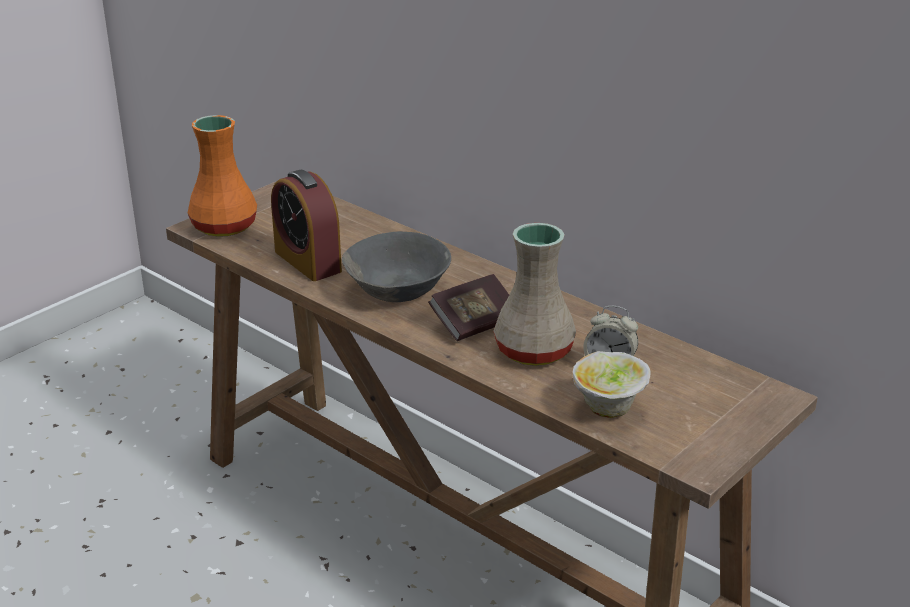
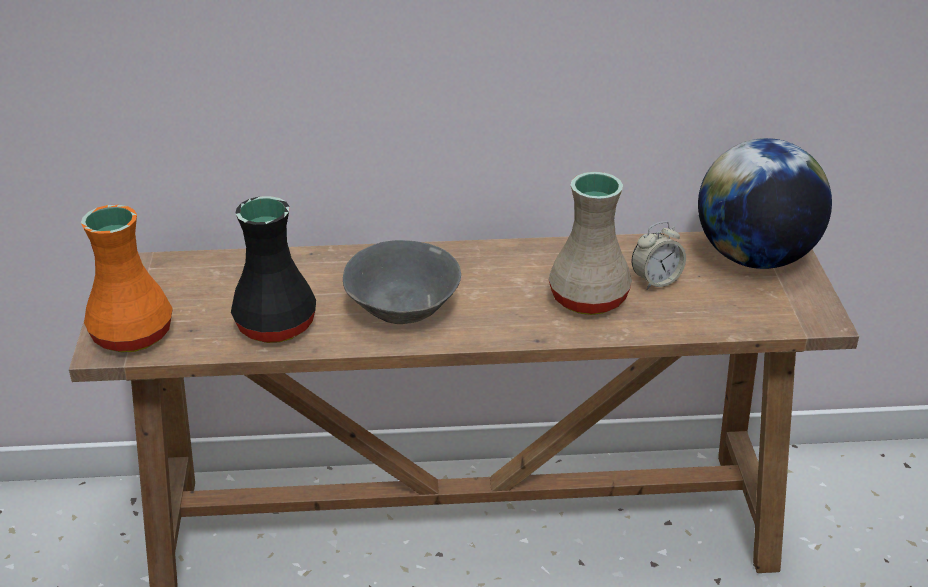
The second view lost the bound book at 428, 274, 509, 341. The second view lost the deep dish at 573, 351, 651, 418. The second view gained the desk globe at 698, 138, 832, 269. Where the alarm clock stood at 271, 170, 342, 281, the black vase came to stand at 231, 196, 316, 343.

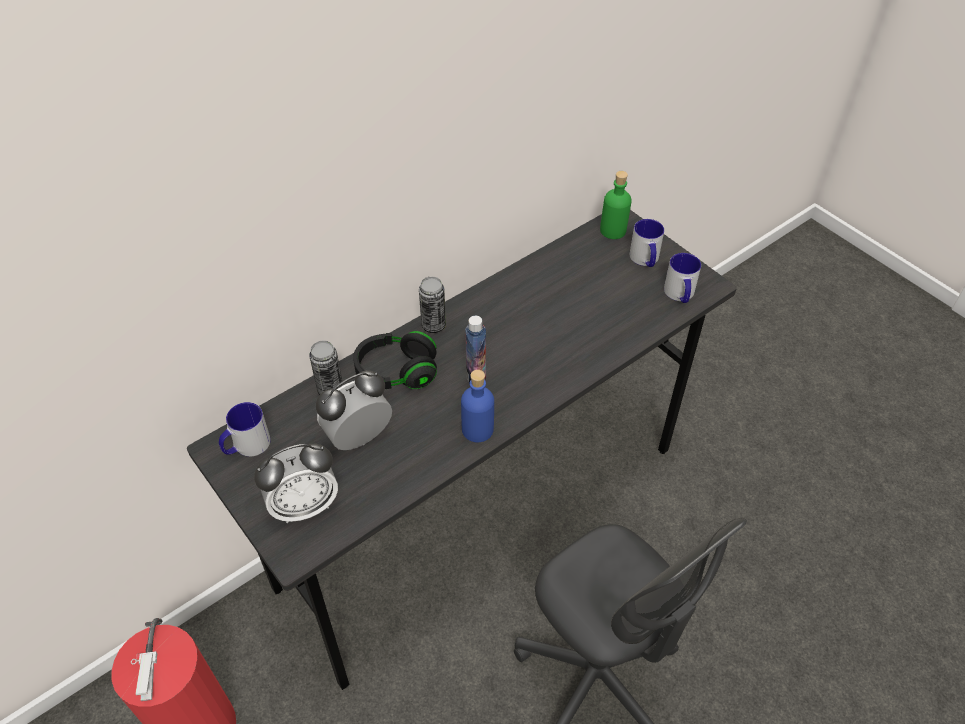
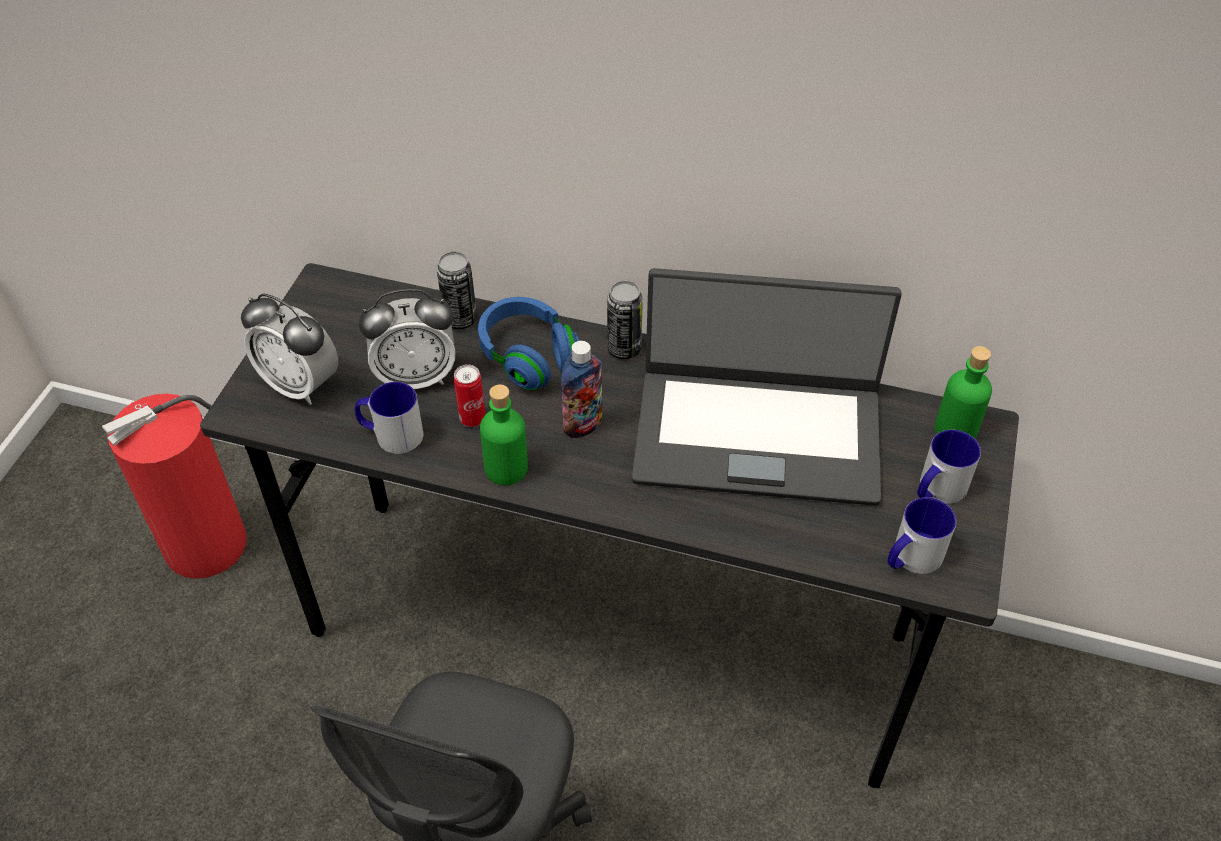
The second view gained the metal can at 454, 364, 485, 427. The second view gained the notebook computer at 632, 268, 902, 506. The coffee mug ended up elsewhere, having gone from 219, 402, 271, 457 to 355, 382, 423, 454. What was the black headphones at 353, 331, 437, 389 turned into the blue-coloured headphones at 478, 297, 579, 390. What was the blue-coloured beverage bottle at 461, 370, 494, 442 turned into the green-coloured beverage bottle at 480, 385, 528, 485. The alarm clock at 316, 370, 392, 450 ended up facing another way, 150 degrees clockwise from before.

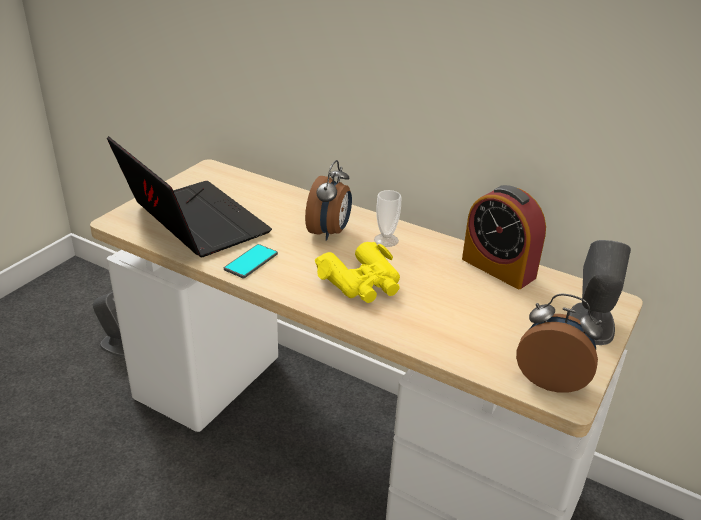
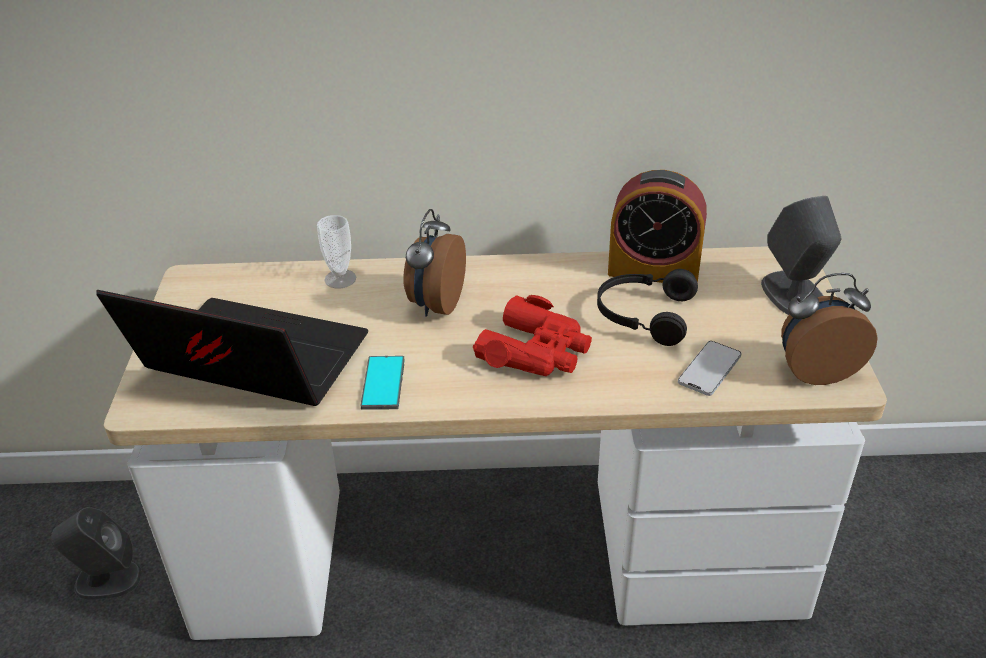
The second view gained the black headphones at 597, 269, 698, 346. The second view gained the handset at 678, 341, 742, 396. The drinking cup ended up elsewhere, having gone from 374, 190, 402, 247 to 317, 215, 356, 288. What was the yellow-coloured binoculars at 315, 242, 400, 303 turned into the red-coloured binoculars at 473, 295, 592, 376. The alarm clock at 305, 160, 352, 241 ended up facing another way, 150 degrees counterclockwise from before.

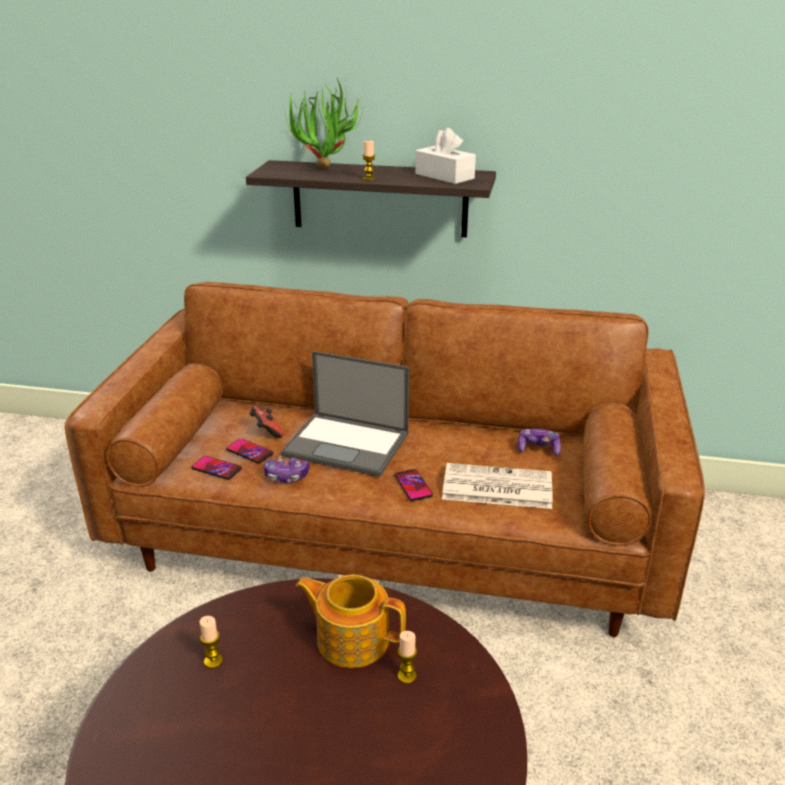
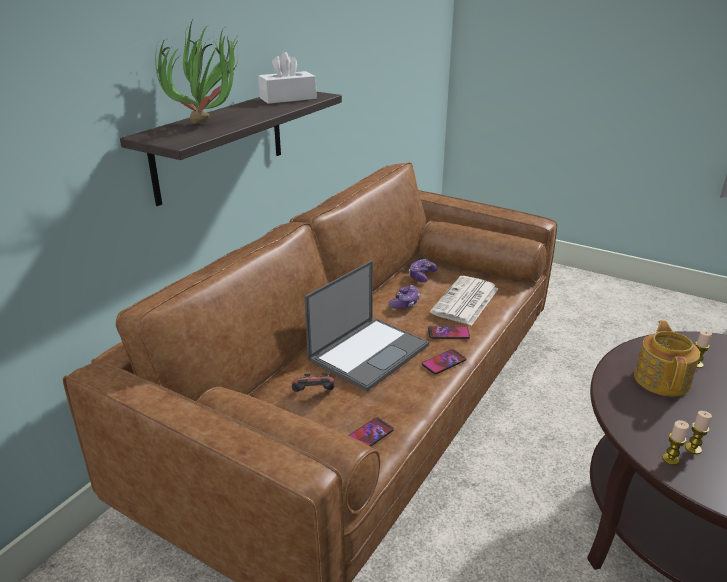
The handset ended up elsewhere, having gone from 226, 439, 273, 463 to 422, 349, 466, 374. The gamepad ended up elsewhere, having gone from 264, 457, 310, 483 to 389, 285, 420, 309. The wax light ended up elsewhere, having gone from 363, 141, 375, 180 to 662, 420, 689, 465. The tea pot at 296, 574, 406, 668 ended up facing another way, 150 degrees clockwise from before.

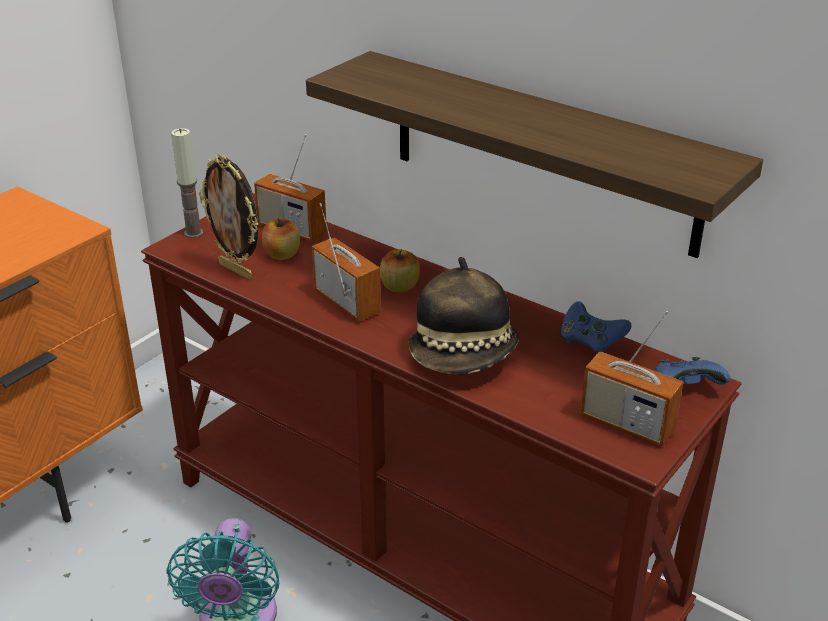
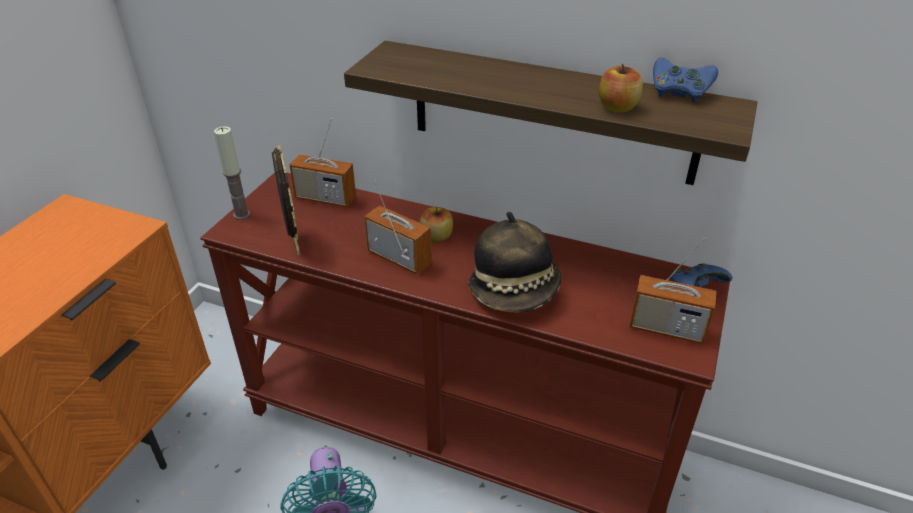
The apple ended up elsewhere, having gone from 262, 218, 300, 260 to 599, 64, 643, 113. The blue-coloured gamepad ended up elsewhere, having gone from 561, 301, 632, 355 to 653, 57, 718, 103. The standing frame at 199, 154, 259, 280 ended up facing another way, 135 degrees counterclockwise from before.

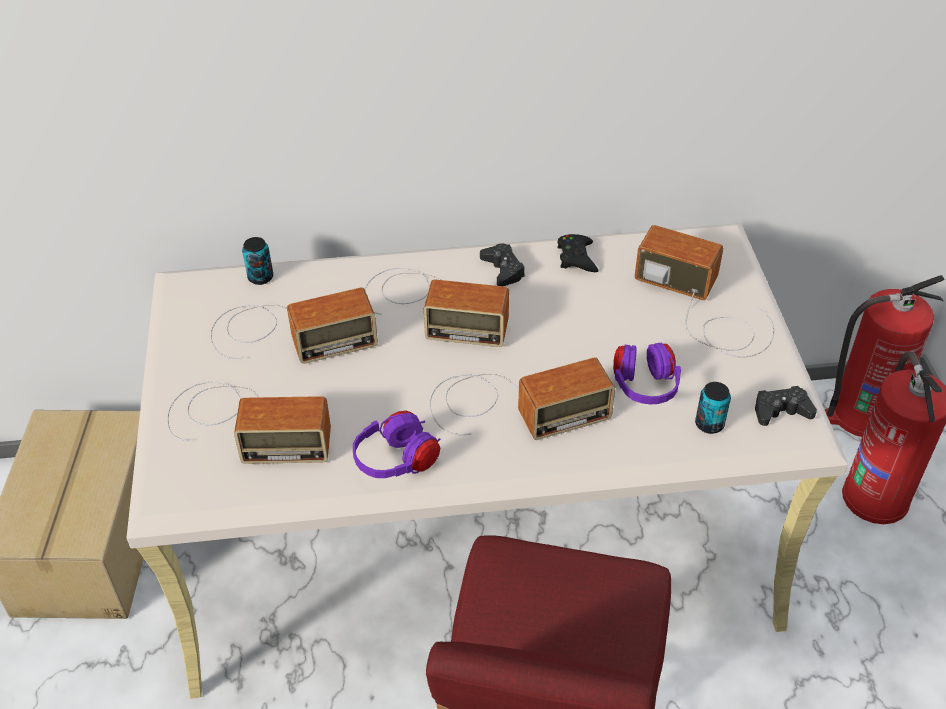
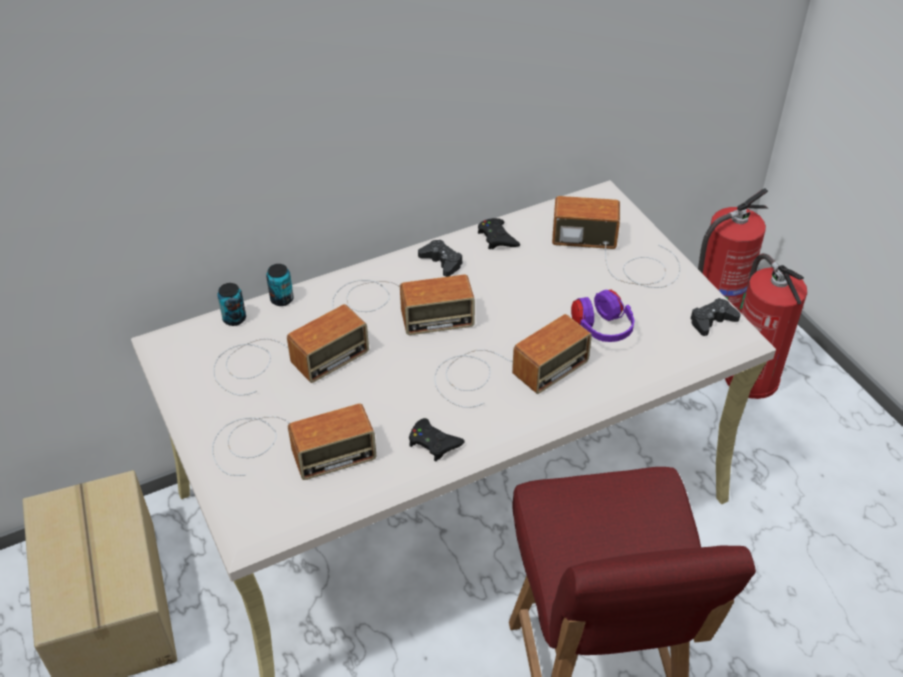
The metal can ended up elsewhere, having gone from 695, 382, 731, 434 to 266, 264, 294, 306. Where the purple-coloured headphones stood at 353, 411, 441, 478, the black gamepad came to stand at 409, 418, 465, 461.

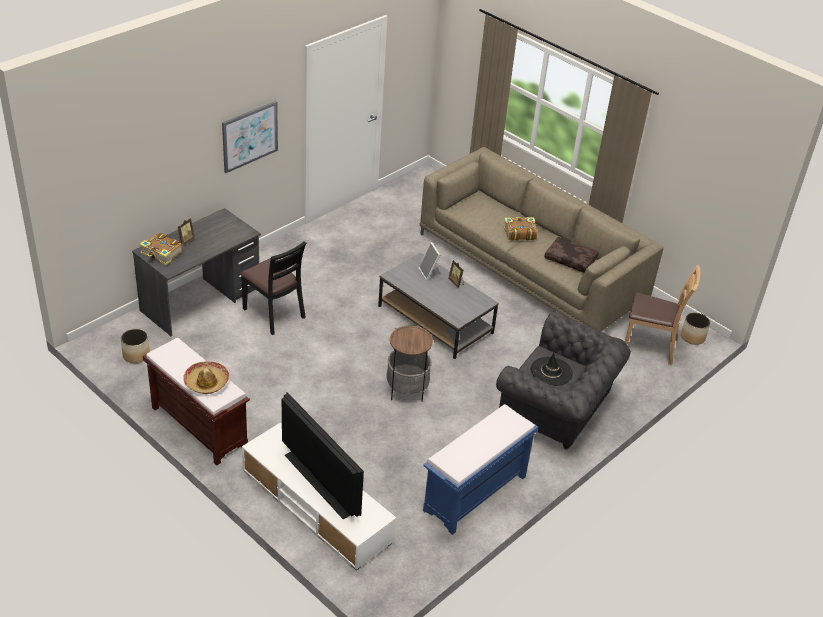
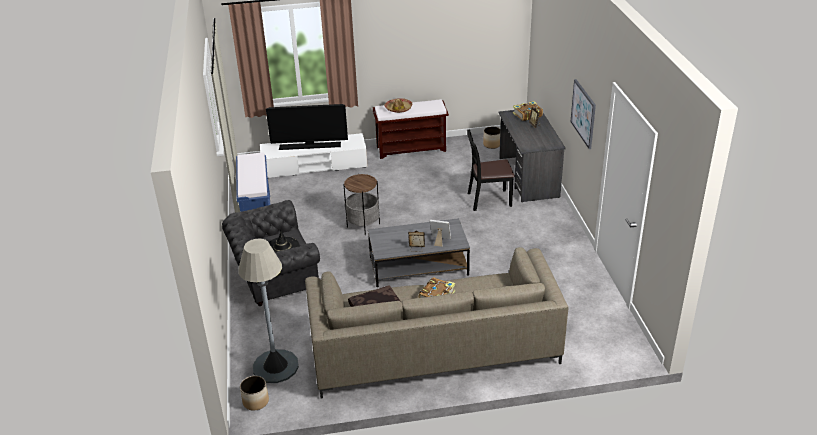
Where the brownish upright chair stood at 625, 265, 700, 365, the greyish standard lamp came to stand at 238, 239, 299, 383.

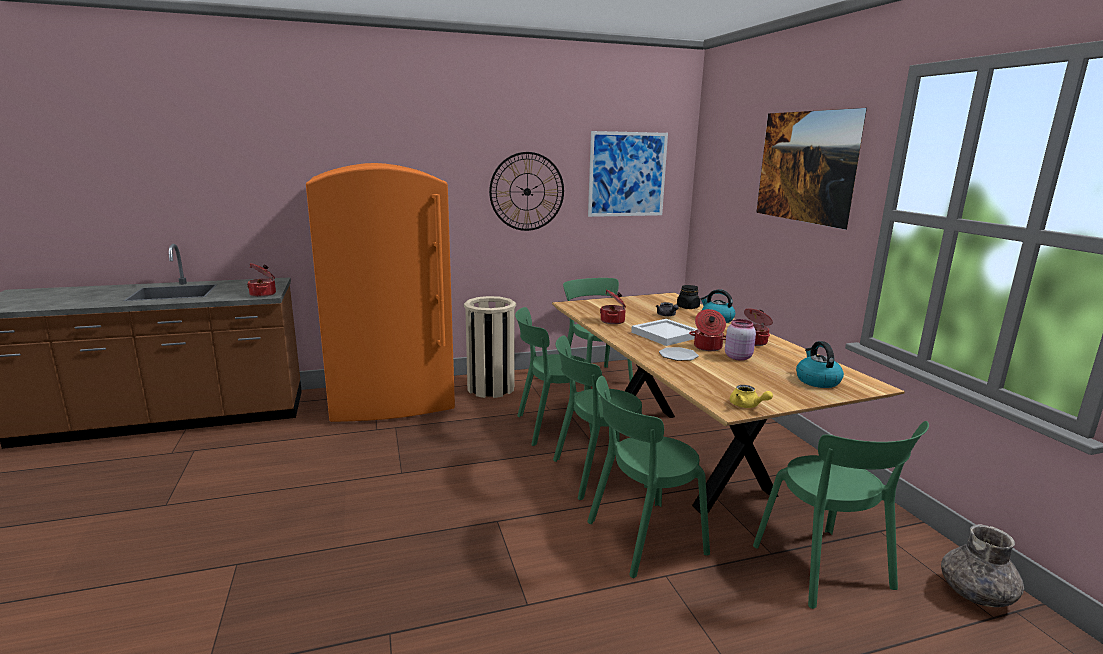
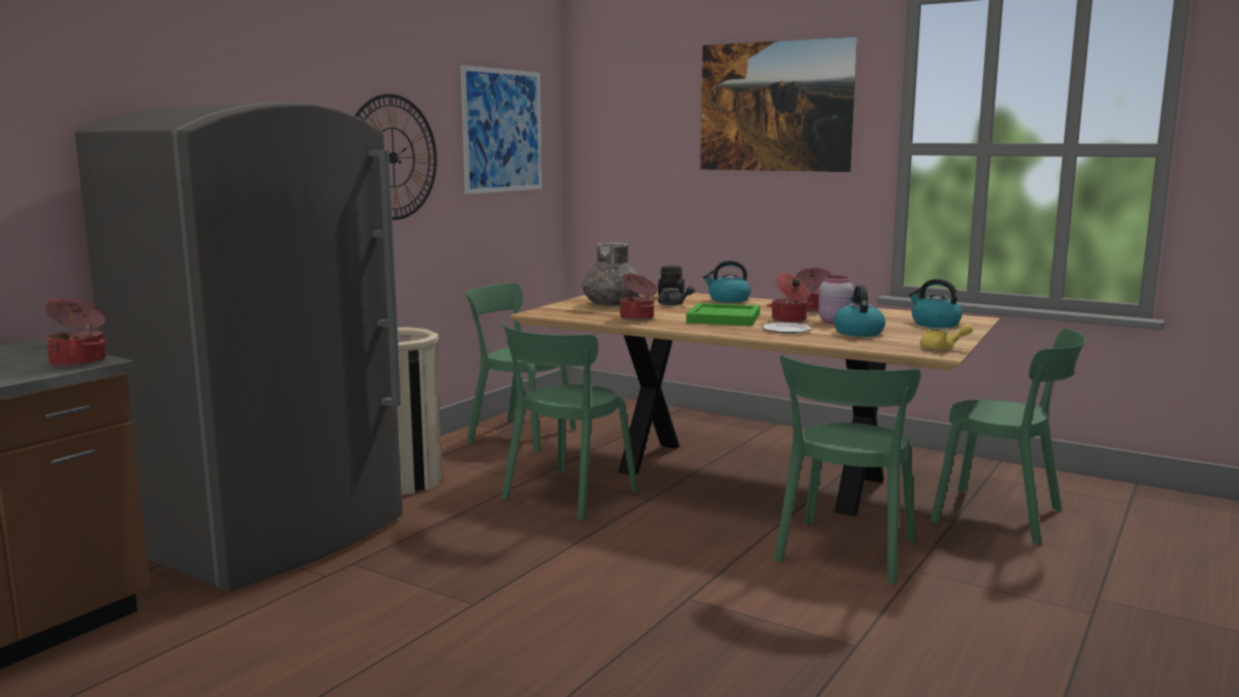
The second view lost the green-coloured upright chair at 553, 336, 648, 500. The second view gained the water kettle at 834, 285, 885, 337. The greyish vase ended up elsewhere, having gone from 941, 524, 1024, 607 to 582, 242, 640, 306. What was the orangey refrigerator at 306, 163, 455, 422 turned into the greyish refrigerator at 75, 102, 403, 591. What was the white tray at 631, 319, 697, 346 turned into the green-coloured tray at 686, 303, 760, 326.

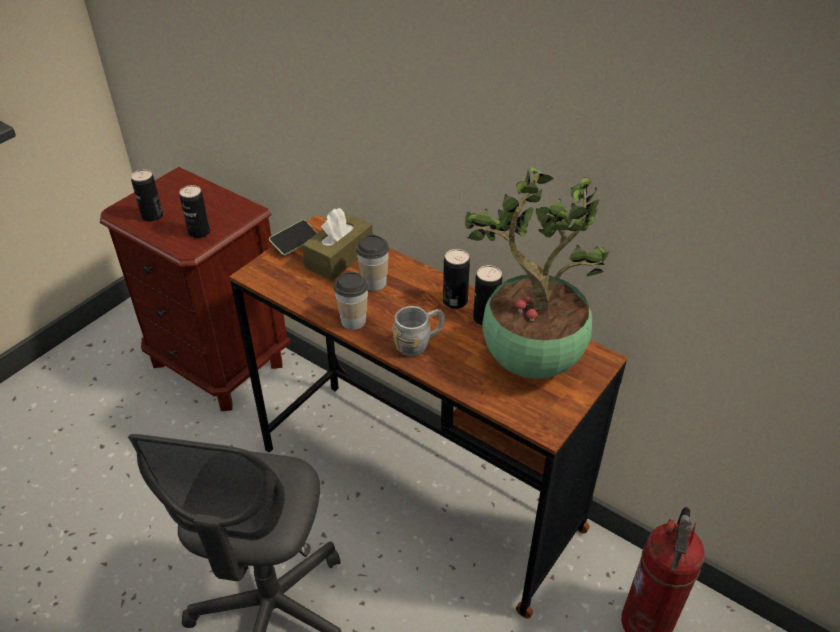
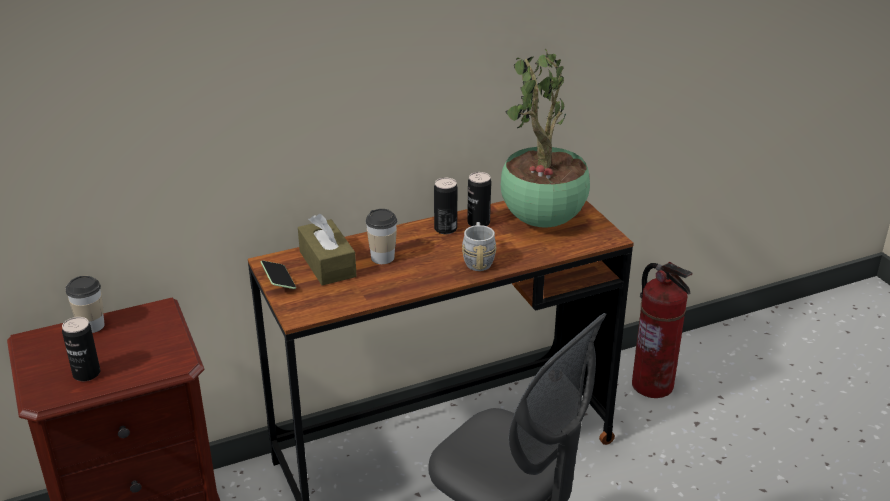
The second view lost the metal can at 180, 185, 210, 238. The drinking cup ended up elsewhere, having gone from 334, 272, 368, 330 to 66, 276, 105, 333.

